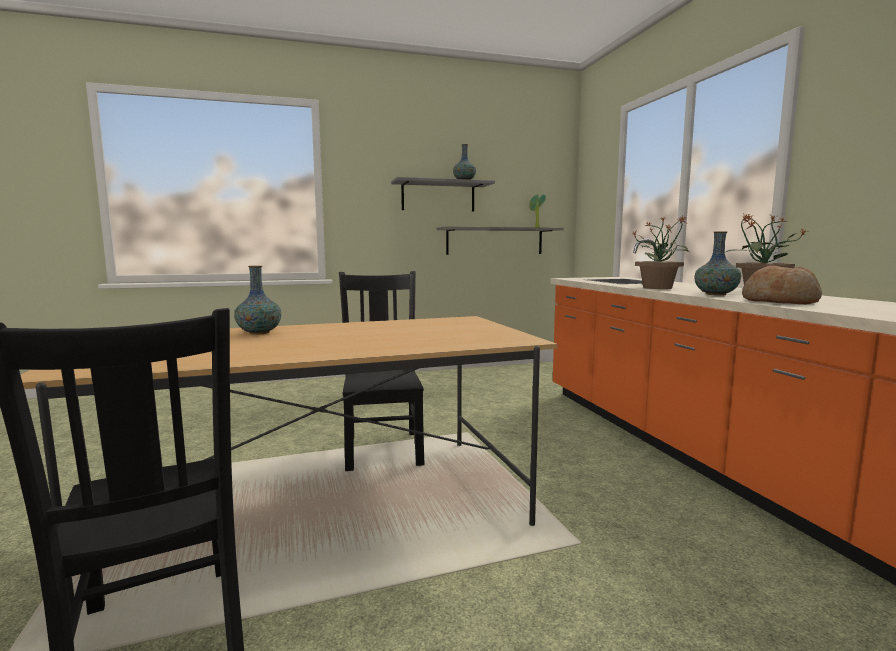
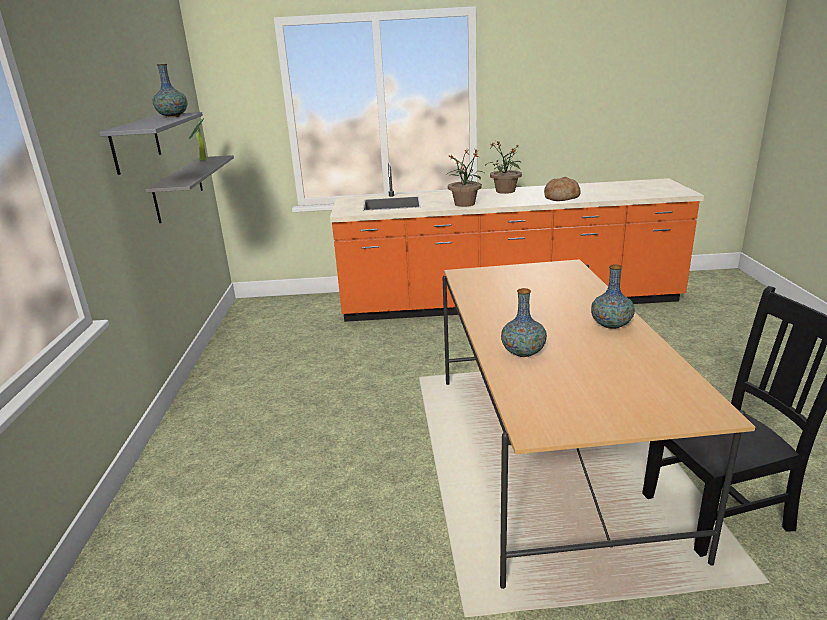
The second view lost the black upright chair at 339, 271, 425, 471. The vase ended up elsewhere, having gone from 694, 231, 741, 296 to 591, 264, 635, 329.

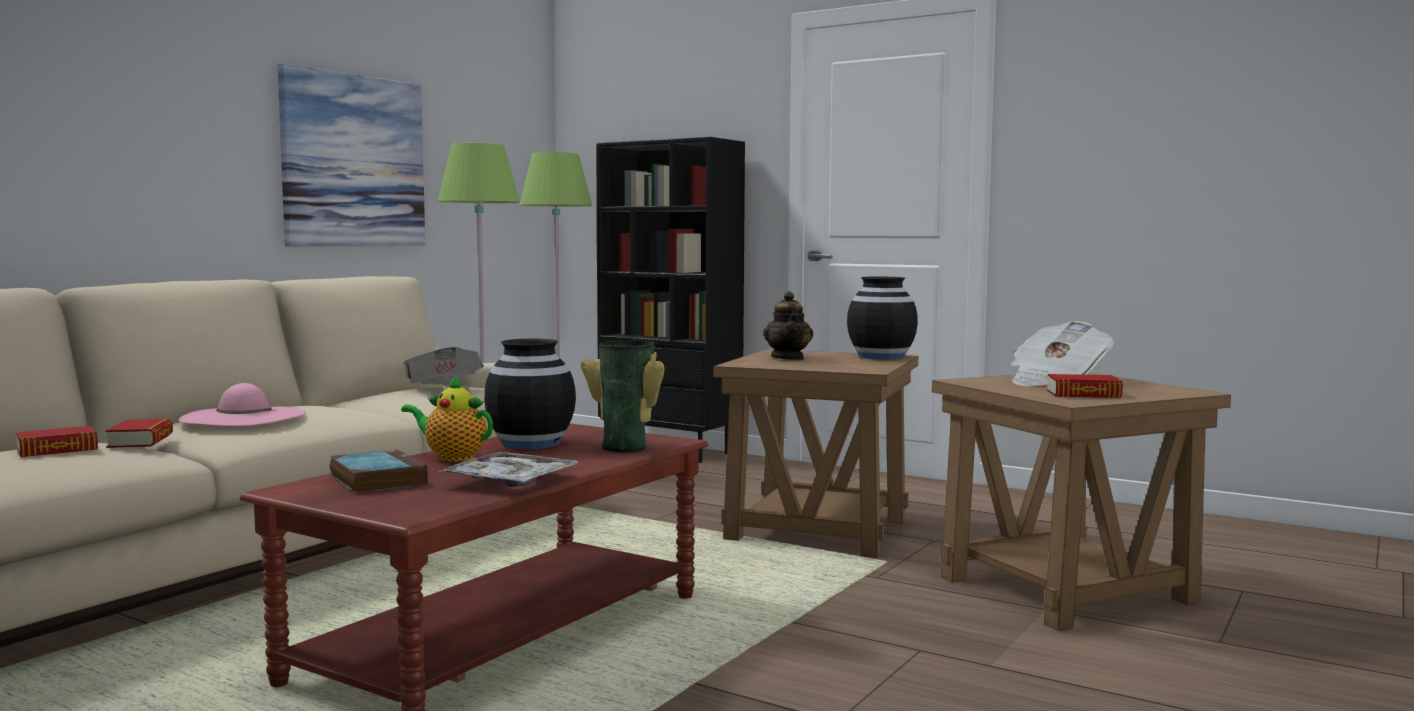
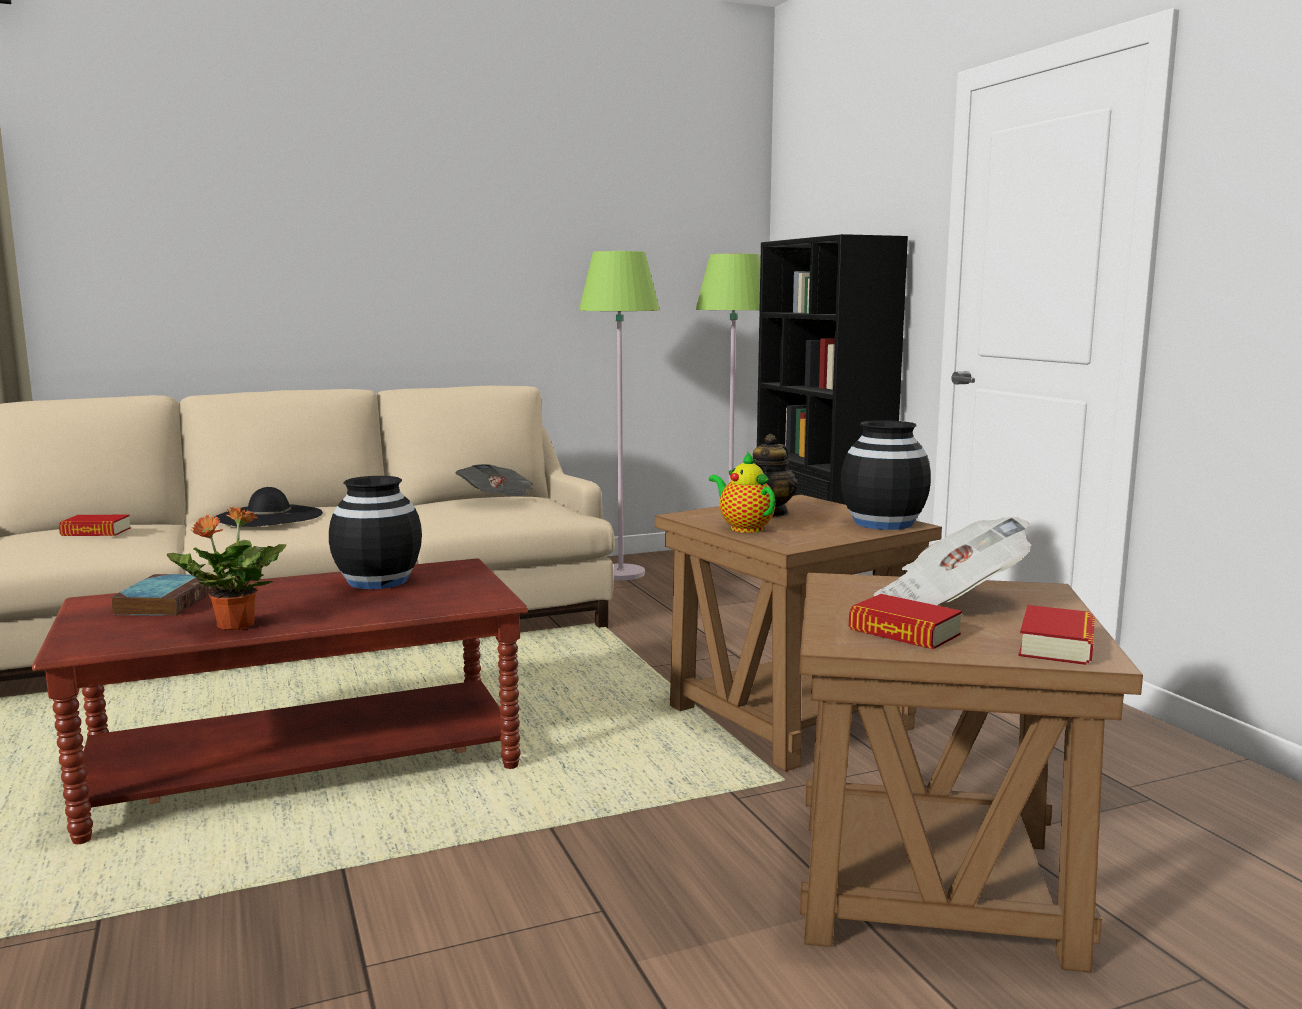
The second view lost the picture at 278, 63, 425, 246. The second view lost the vase at 581, 340, 665, 452. The bound book ended up elsewhere, having gone from 105, 419, 173, 448 to 1018, 605, 1095, 665. The tea pot ended up elsewhere, having gone from 401, 375, 493, 462 to 709, 451, 775, 533. Where the tray stood at 439, 452, 579, 487, the potted plant came to stand at 167, 507, 287, 630. What was the pinkish clothing hat at 179, 383, 306, 426 turned into the black clothing hat at 214, 487, 323, 527.

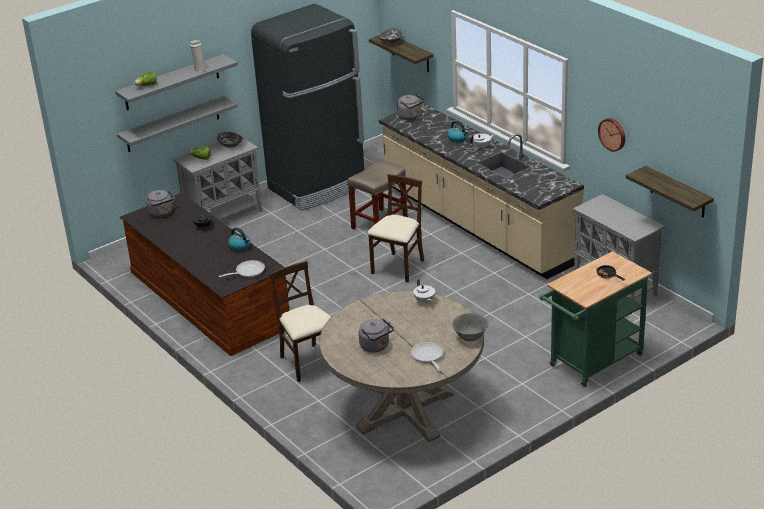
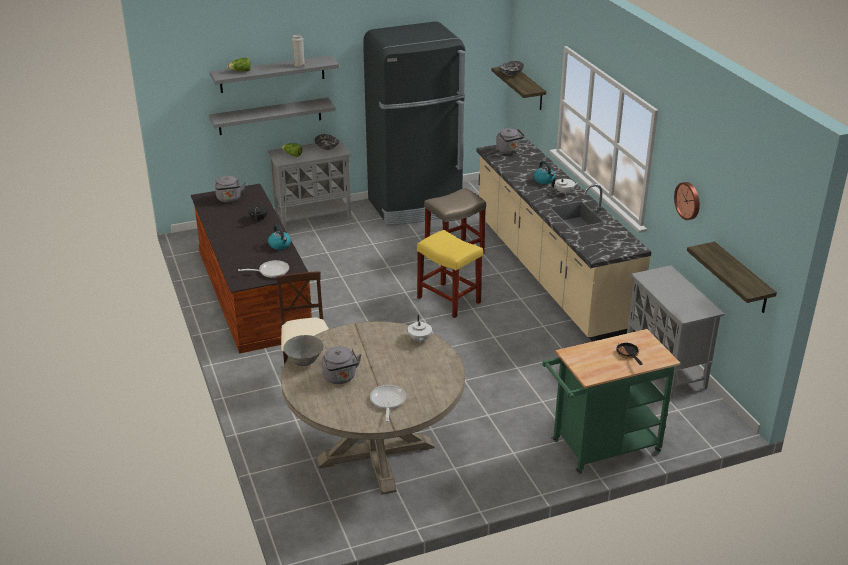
The greyish deep dish ended up elsewhere, having gone from 452, 313, 489, 341 to 283, 335, 324, 366. Where the beige-coloured upright chair stood at 367, 174, 424, 283, the yellow-coloured sitting stool came to stand at 417, 230, 483, 318.

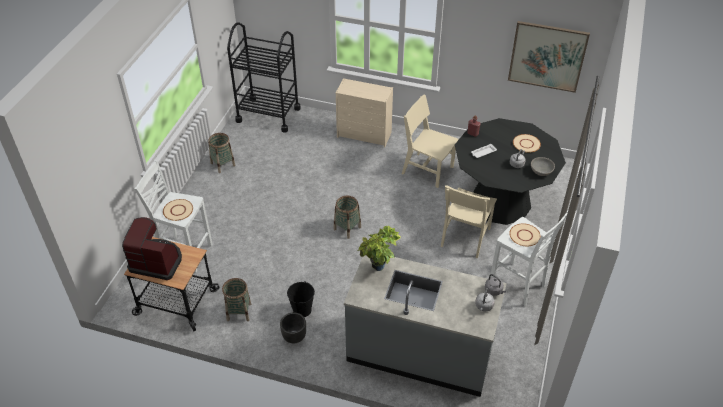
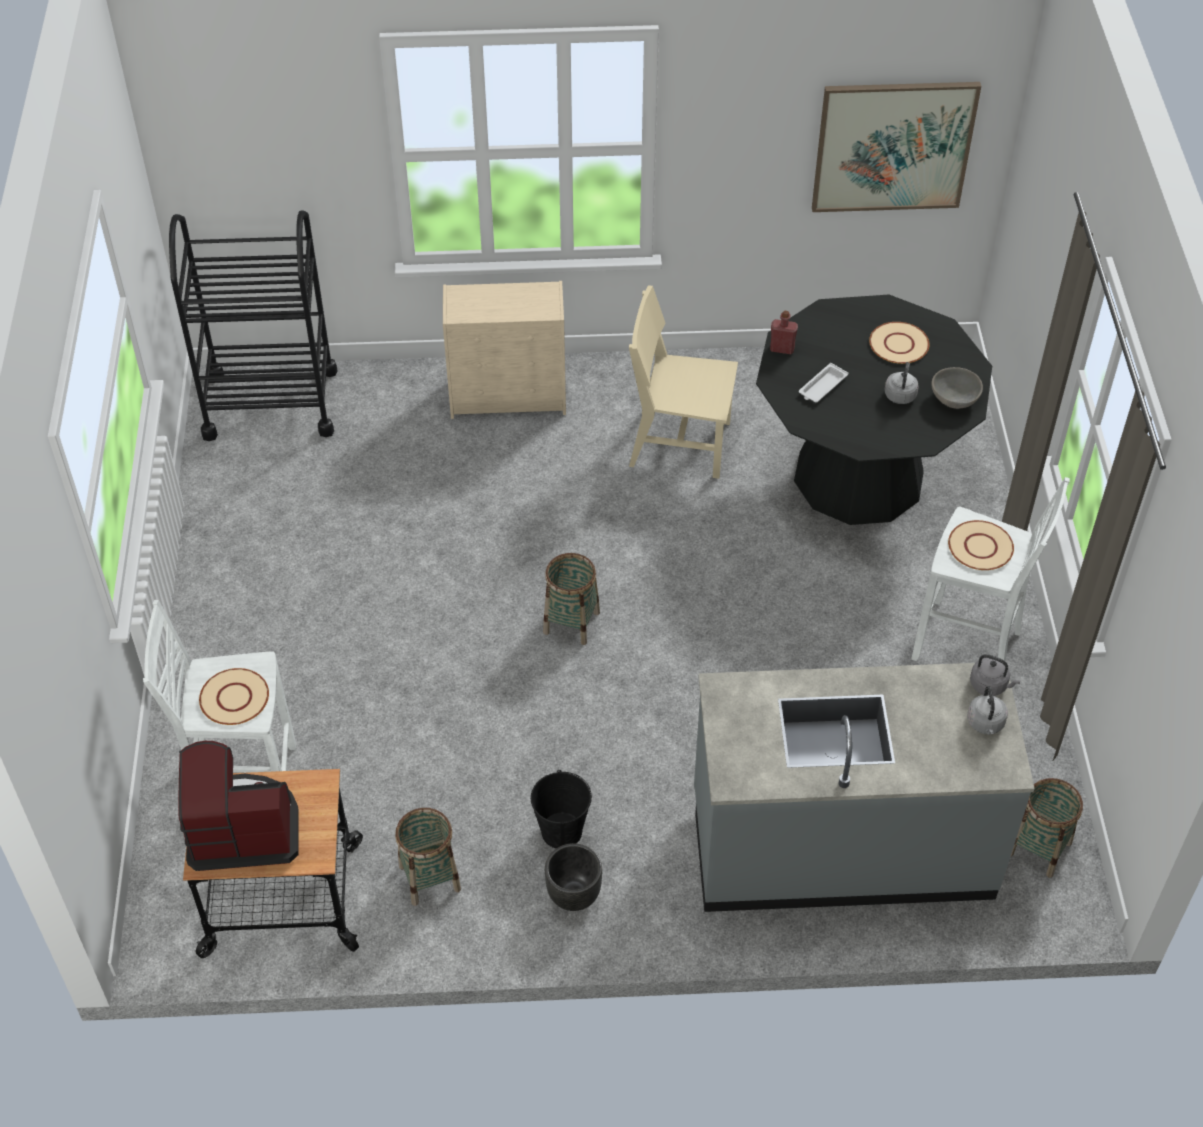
The second view lost the potted plant at 358, 225, 401, 271. The second view lost the beige-coloured upright chair at 441, 185, 497, 258. The storage basket ended up elsewhere, having gone from 208, 133, 235, 173 to 1010, 778, 1083, 878.

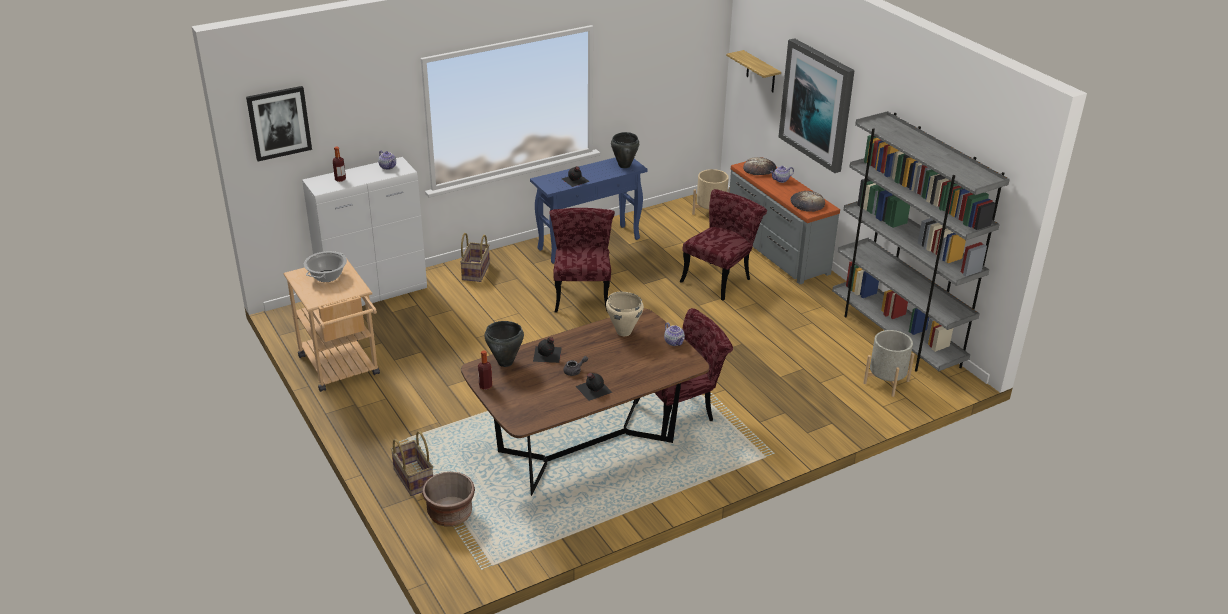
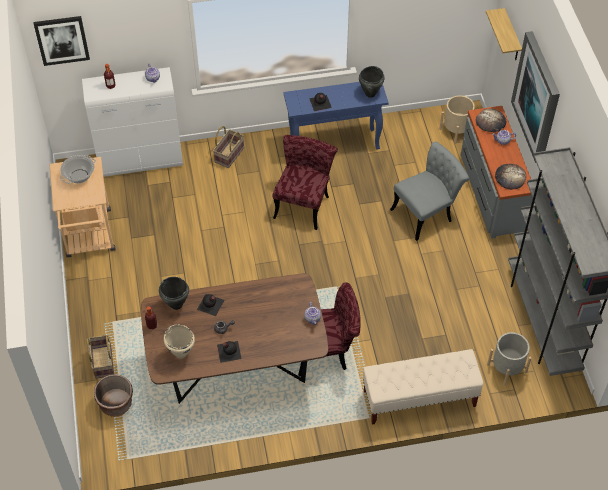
The second view gained the beige-coloured bench at 363, 349, 483, 424. The beige-coloured cooking pot ended up elsewhere, having gone from 606, 292, 644, 336 to 164, 324, 195, 358. What was the red-coloured upright chair at 680, 189, 767, 301 turned into the greyish upright chair at 390, 142, 469, 241.

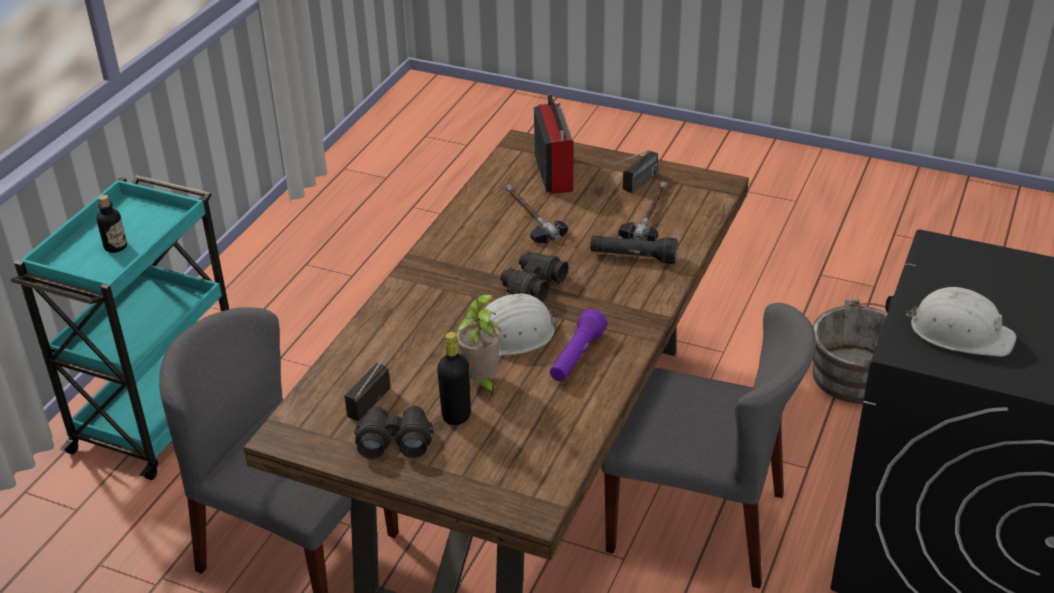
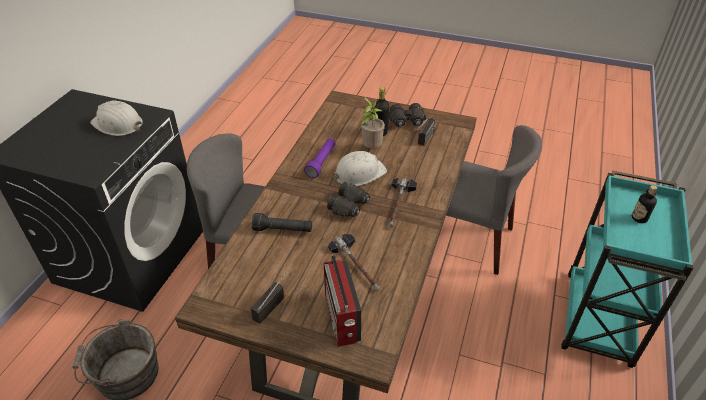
The hammer ended up elsewhere, having gone from 618, 182, 667, 241 to 388, 178, 417, 228.

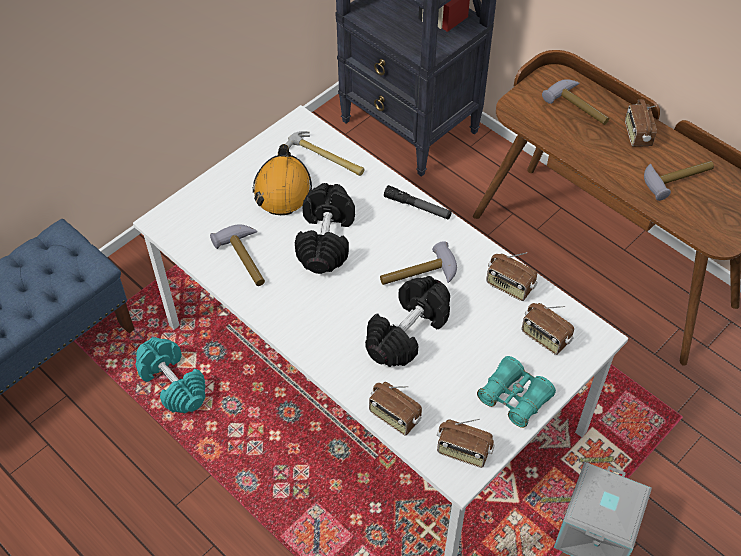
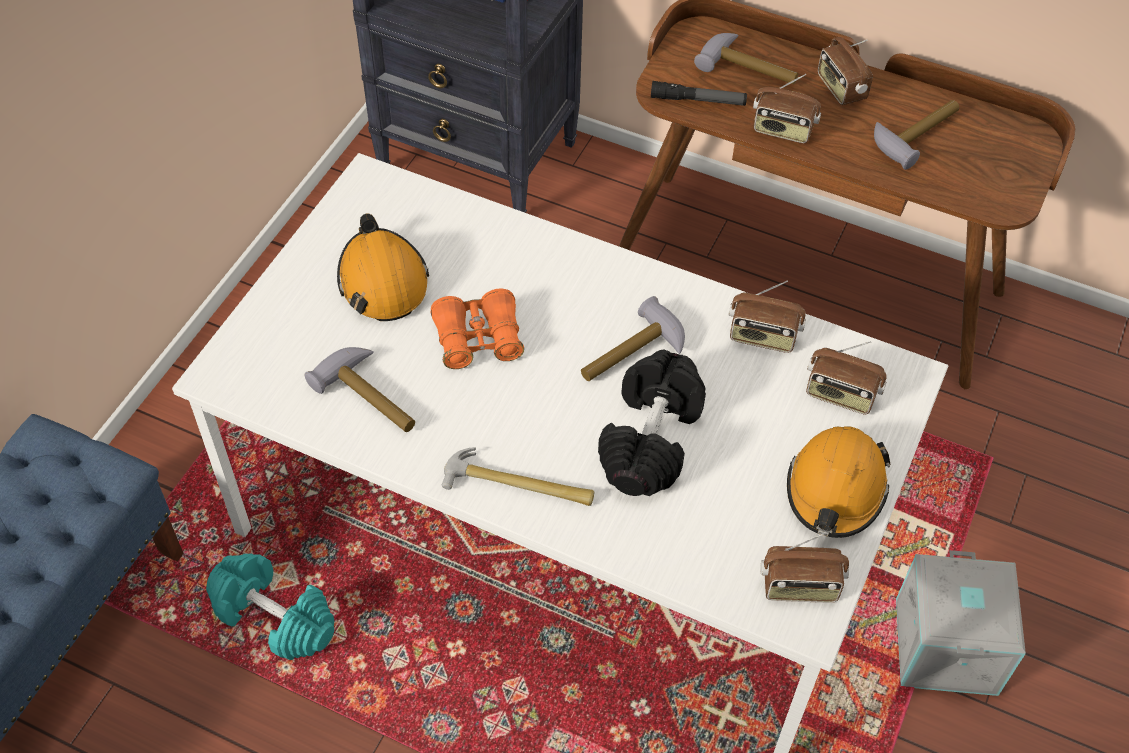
The hammer ended up elsewhere, having gone from 286, 131, 365, 176 to 442, 447, 595, 506. The radio ended up elsewhere, having gone from 369, 382, 422, 436 to 753, 74, 821, 144. The hand torch ended up elsewhere, having gone from 384, 185, 452, 219 to 651, 81, 747, 106. Where the black dumbbell stood at 295, 183, 355, 274, the orangey binoculars came to stand at 431, 288, 524, 369. Where the turquoise binoculars stood at 477, 356, 556, 428, the orangey hard hat came to stand at 787, 426, 891, 538.

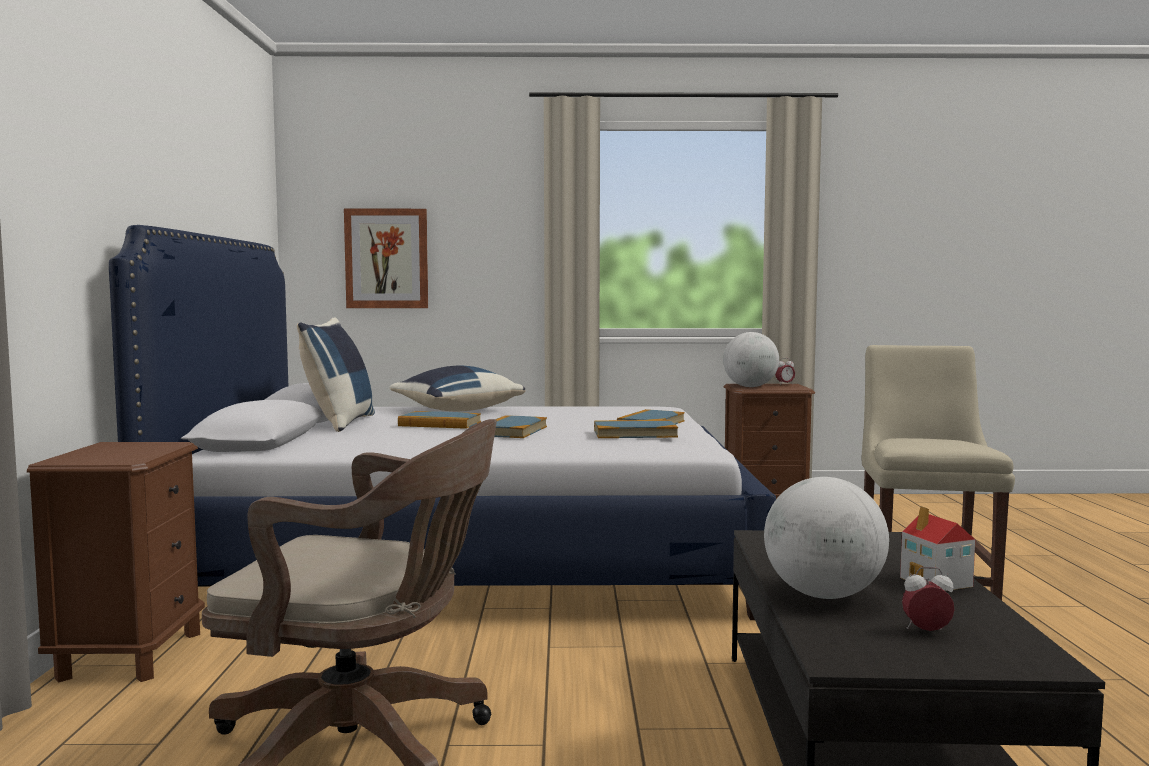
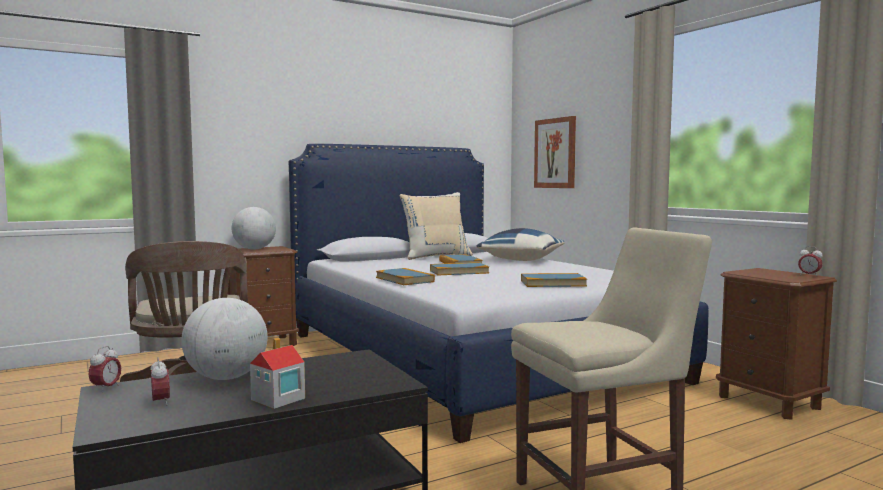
The second view gained the alarm clock at 89, 346, 121, 392. The bound book ended up elsewhere, having gone from 594, 420, 678, 438 to 376, 268, 435, 285. The desk globe ended up elsewhere, having gone from 723, 332, 779, 387 to 232, 207, 276, 250. What was the blue-coloured cushion at 297, 317, 375, 432 turned into the beige-coloured cushion at 399, 192, 473, 260.

